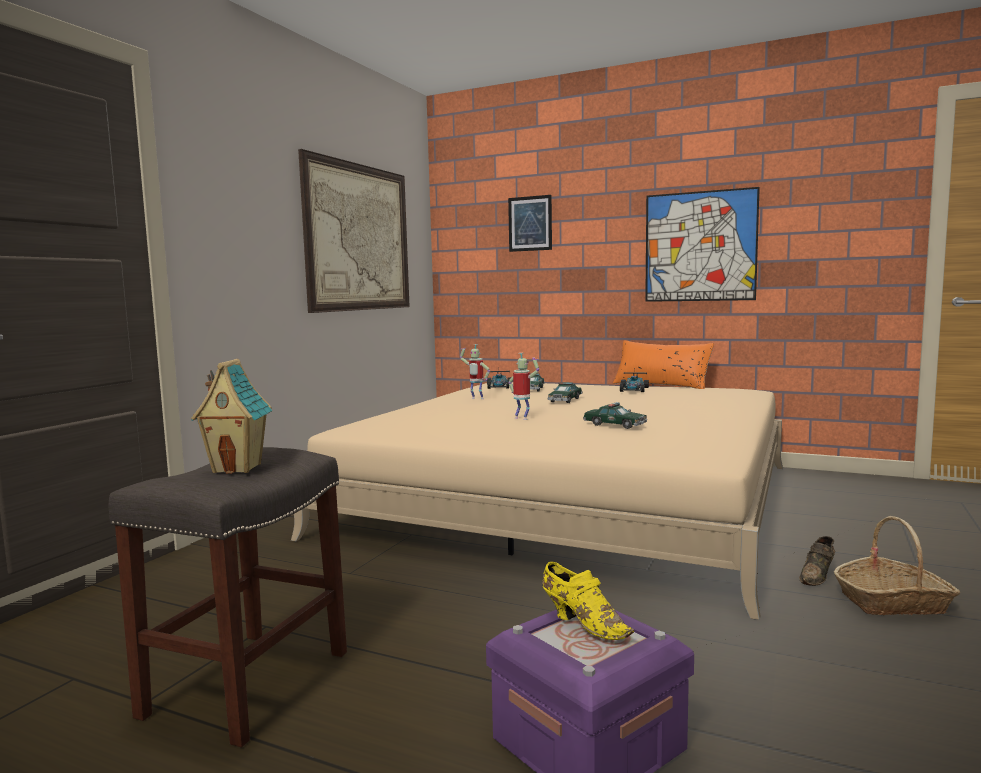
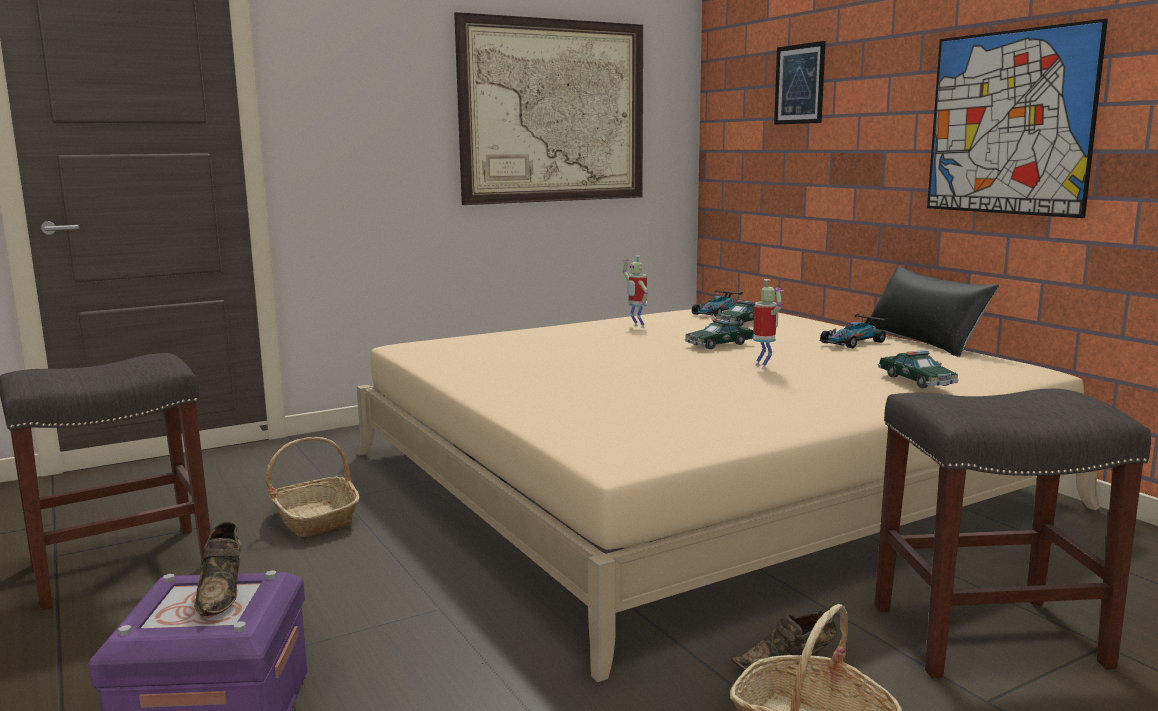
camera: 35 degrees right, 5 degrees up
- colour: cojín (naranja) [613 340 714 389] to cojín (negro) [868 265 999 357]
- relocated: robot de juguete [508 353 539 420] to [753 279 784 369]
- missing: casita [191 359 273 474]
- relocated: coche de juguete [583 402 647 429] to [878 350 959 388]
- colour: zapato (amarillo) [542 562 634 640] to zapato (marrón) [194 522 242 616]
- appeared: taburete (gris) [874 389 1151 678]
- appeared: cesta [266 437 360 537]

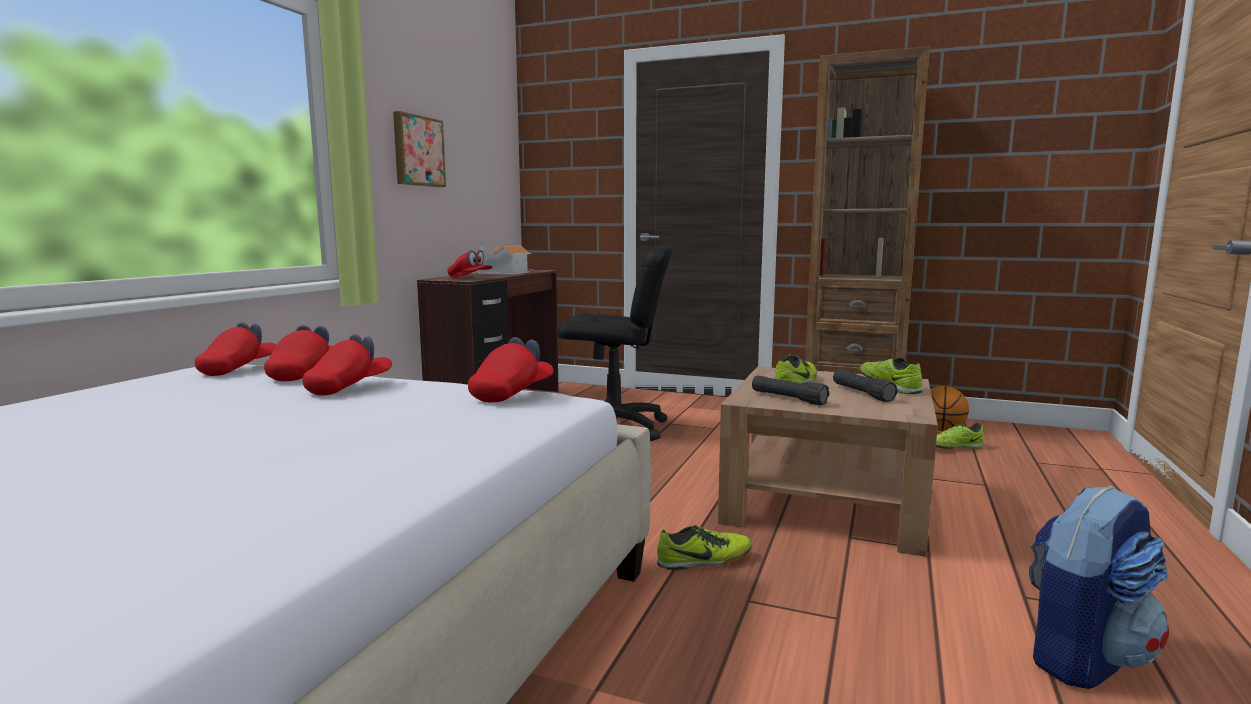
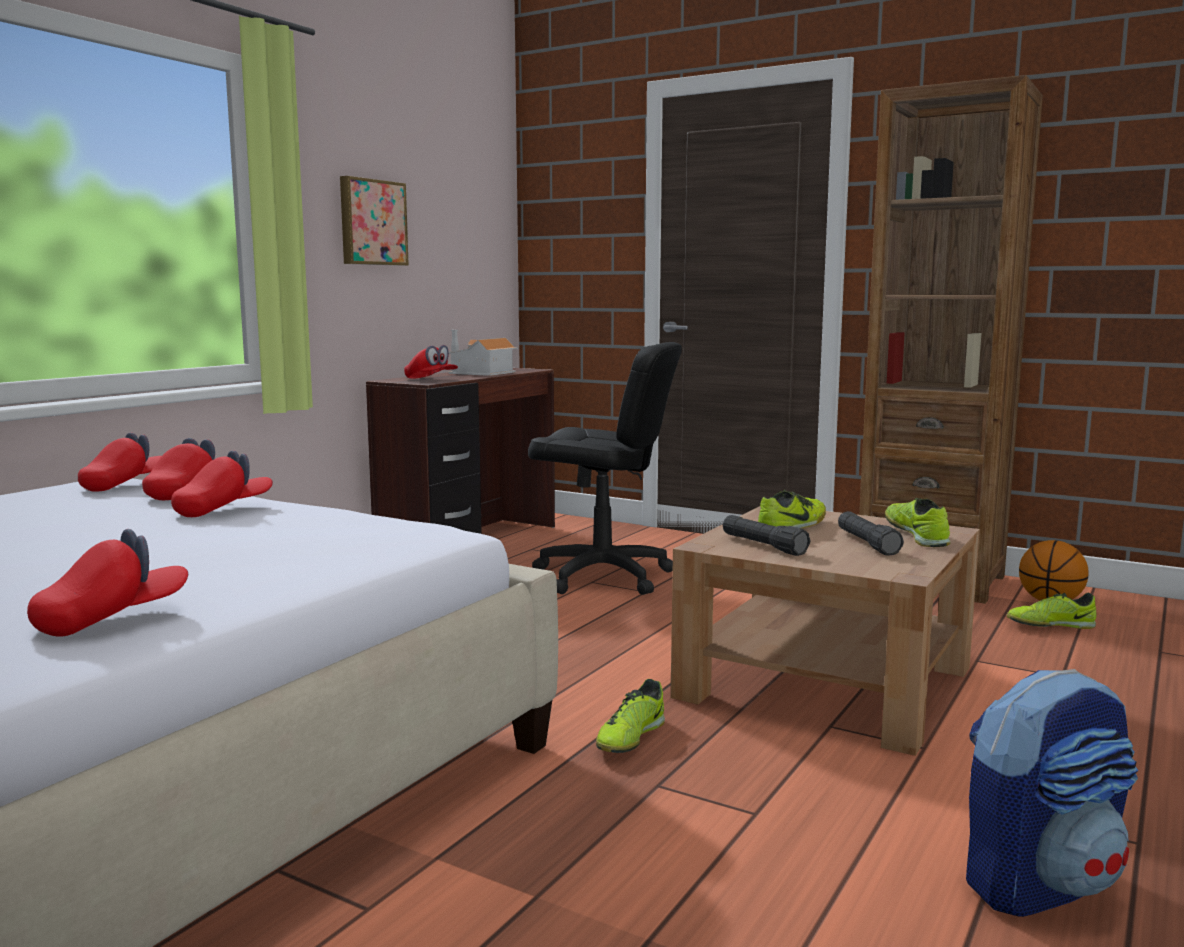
camera: 10 degrees right, 0 degrees up
- relocated: gorra (rojo) [468 337 554 402] to [27 529 188 637]
- spun: zapato [657 525 752 570] = [596 679 665 753] 120 degrees clockwise

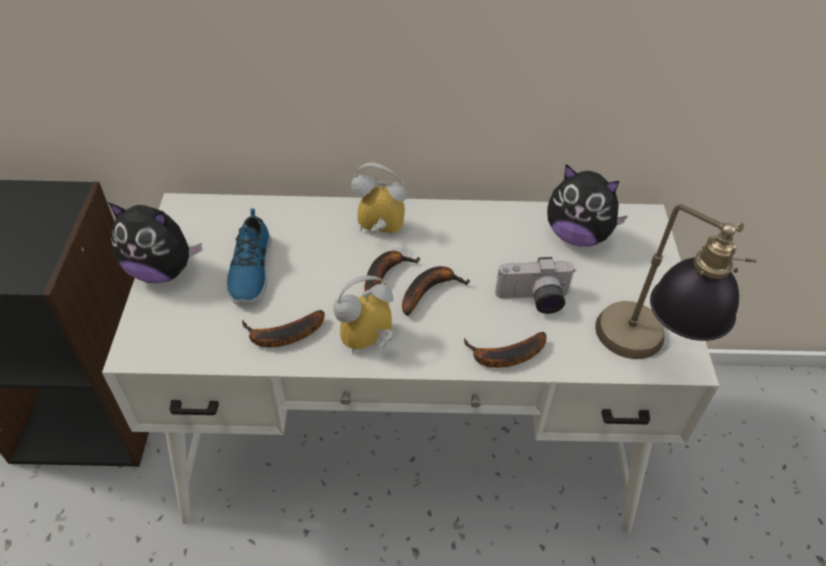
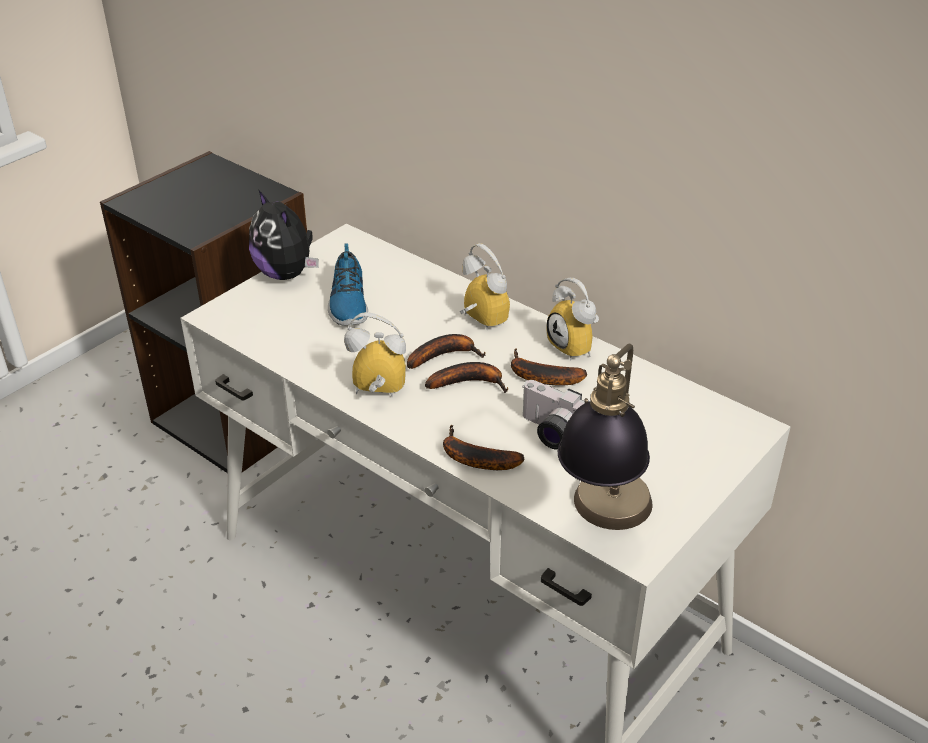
camera: 40 degrees right, 10 degrees down
- missing: peluche [547 164 627 247]
- spun: zapato [227 208 272 305] = [328 243 368 325] 45 degrees counterclockwise
- relocated: plátano [242 310 325 347] to [511 348 587 386]
- appeared: despertador [546 278 599 360]

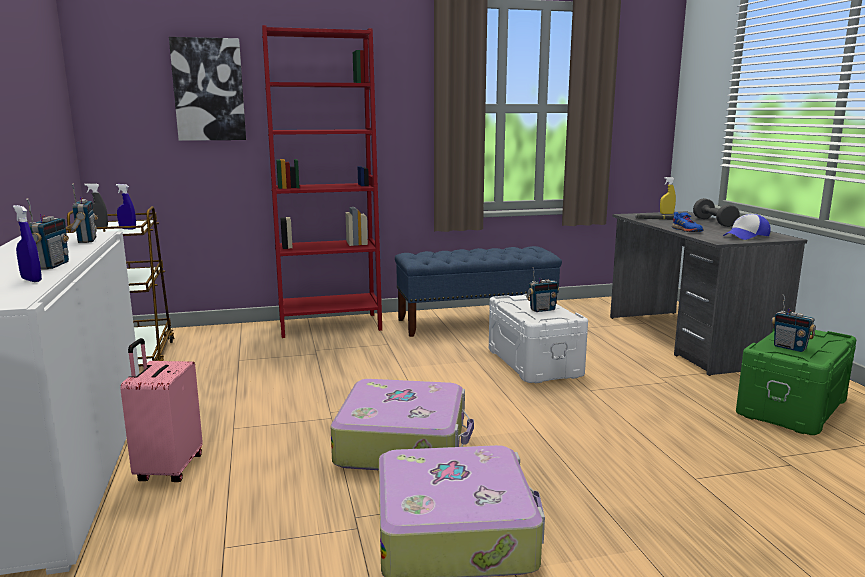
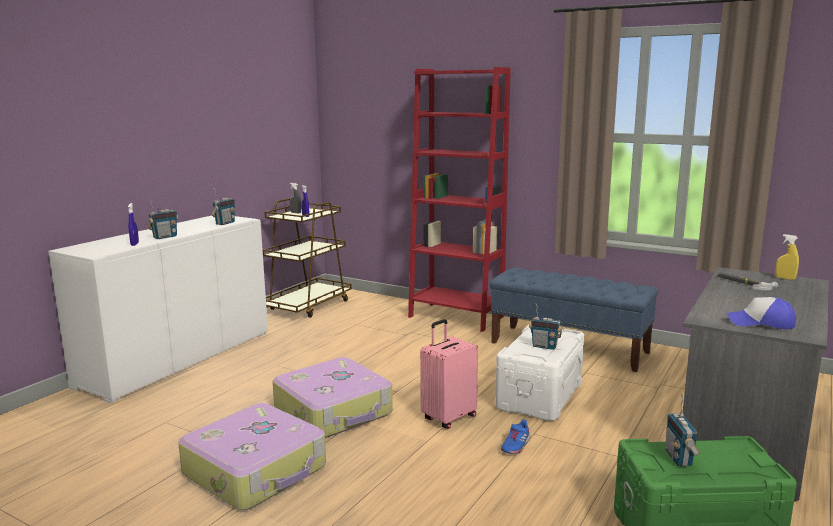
camera: 45 degrees right, 0 degrees up
- missing: cuadro [169 37 246 141]
- missing: mancuerna (gris) [693 198 740 227]
- relocated: zapato (azul) [672 212 704 232] to [501 420 530 454]
- relocated: maleta (rosa) [120 338 203 482] to [420 319 478 429]

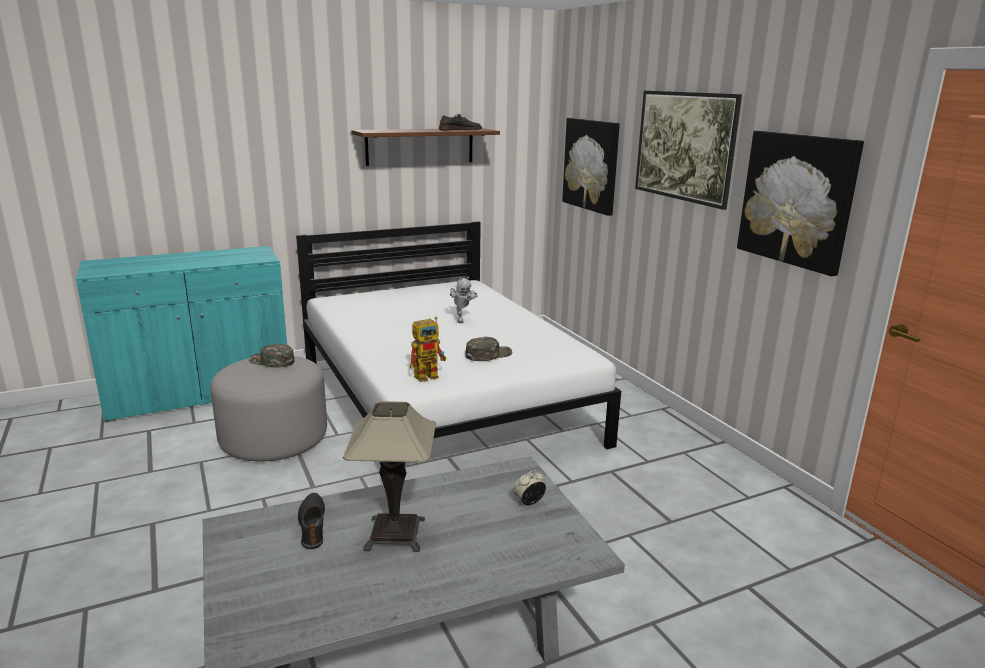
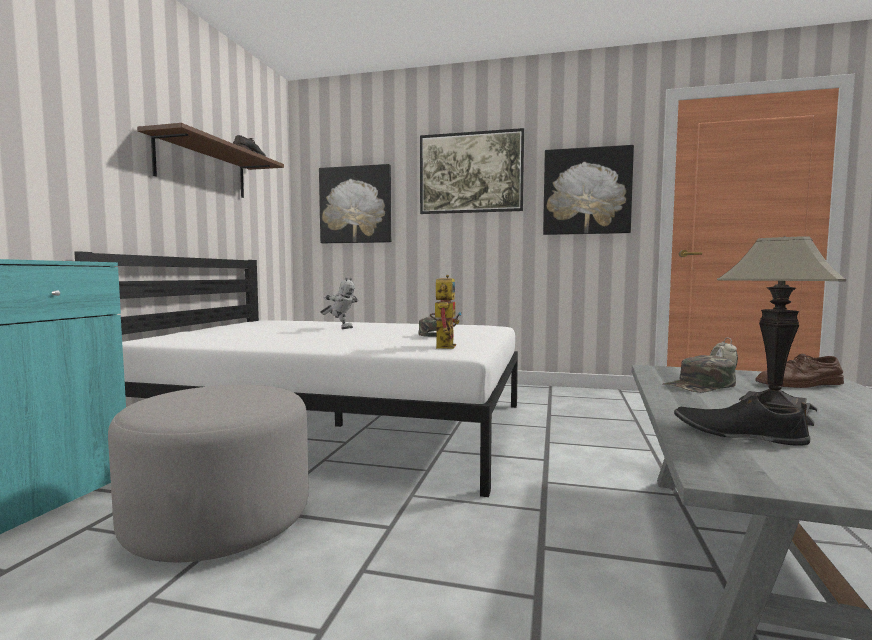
camera: 50 degrees left, 15 degrees down
- relocated: gorra (verde) [249 344 295 368] to [662 355 736 393]
- appeared: zapato (marrón) [755 354 844 388]

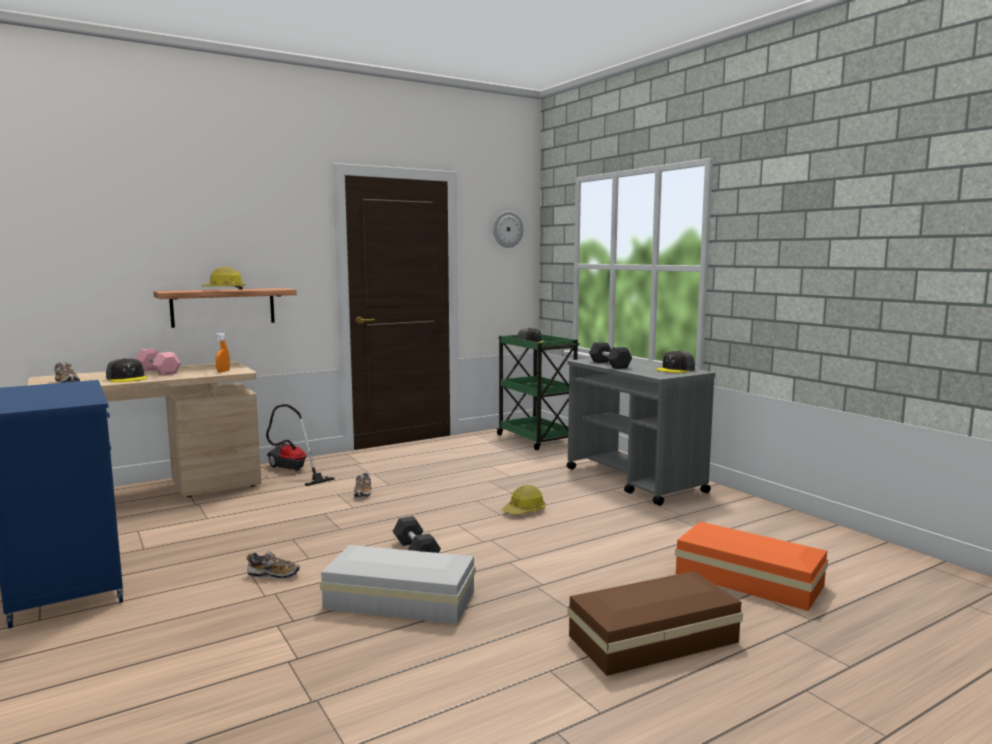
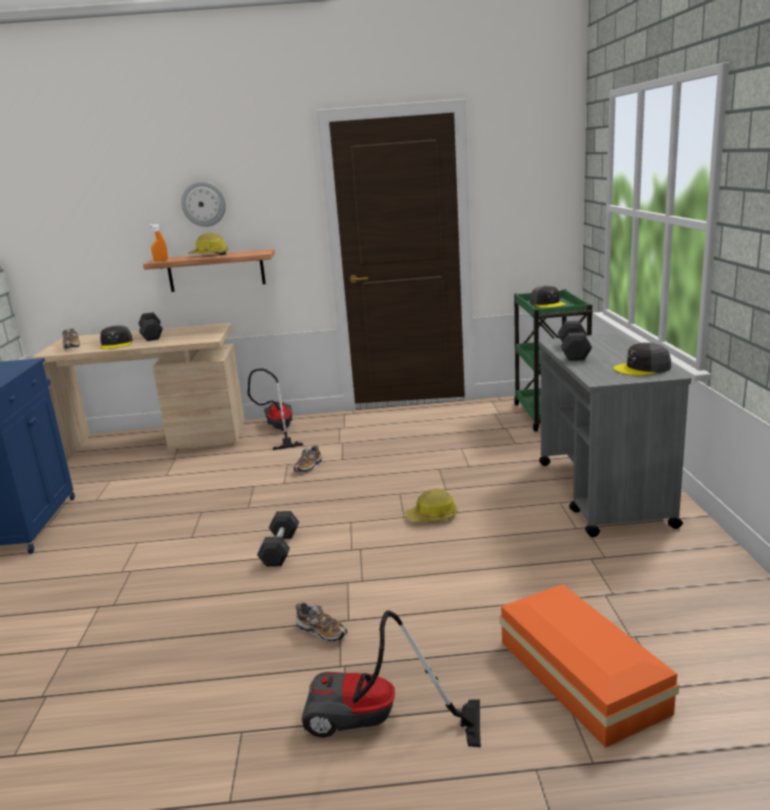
camera: 30 degrees right, 10 degrees up
- relocated: reloj de pared [493 211 523 248] to [181 181 226 227]
- relocated: pulverizador (naranja) [216 332 230 372] to [149 224 168 262]
- colour: mancuerna (rosa) [136 348 181 375] to mancuerna (gris) [138 312 163 341]
- missing: caja de almacenaje (blanco) [320 545 476 624]
- relocated: zapato [246 551 300 579] to [295 602 347 643]
- exchanged: caja de almacenaje (marrón) [567 571 743 676] to aspiradora [302 610 481 748]

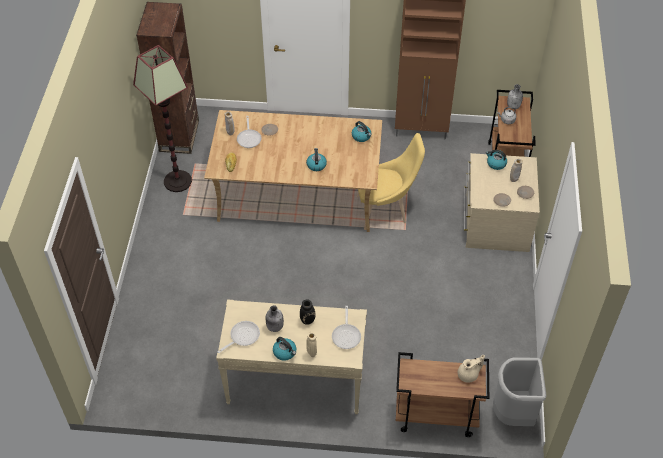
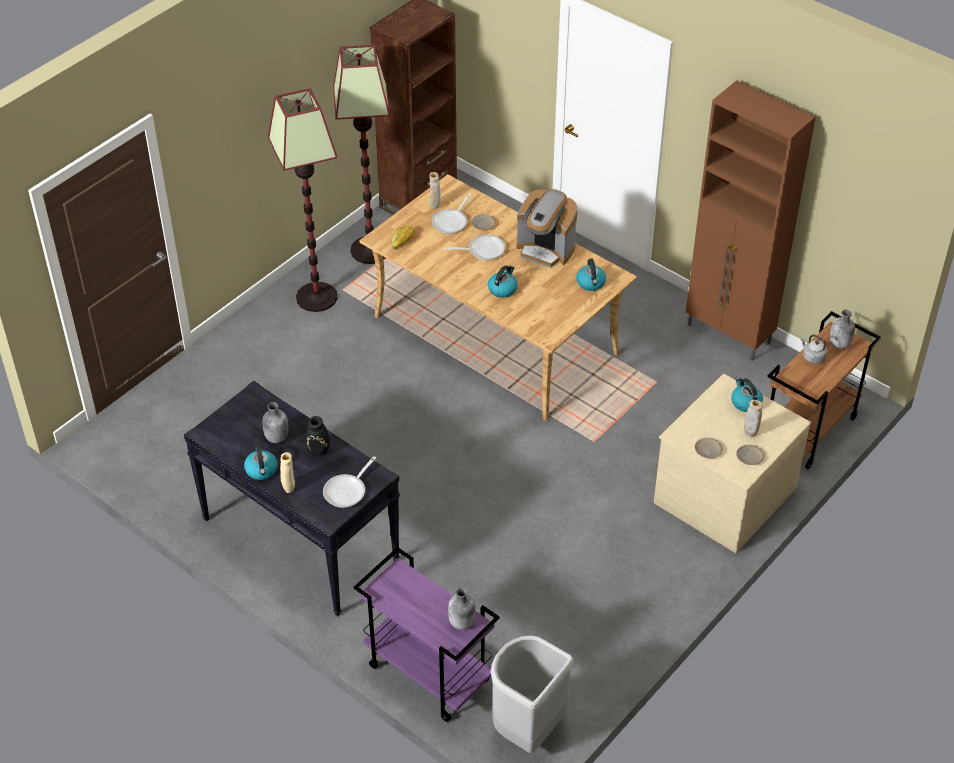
camera: 35 degrees right, 5 degrees down
- missing: silla (amarillo) [357 133 425 230]
- colour: mesa consola (beis) [216 299 367 414] to mesa consola (negro) [184 381 400 616]
- relocated: sartén [217 321 260 353] to [444 235 505 260]
- colour: carrito (marrón) [396 352 489 437] to carrito (morado) [353 547 500 722]
- exchanged: tetera (beis) [458 355 485 383] to botella (gris) [448 588 476 630]
- appeared: lámpara de pie [268 88 338 312]
- appeared: cafetera [516 189 578 268]

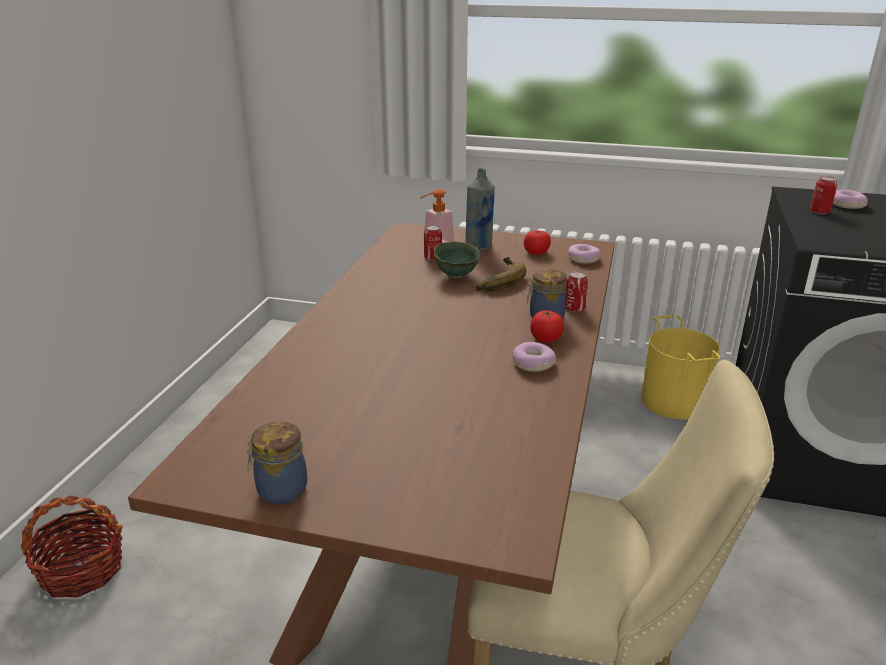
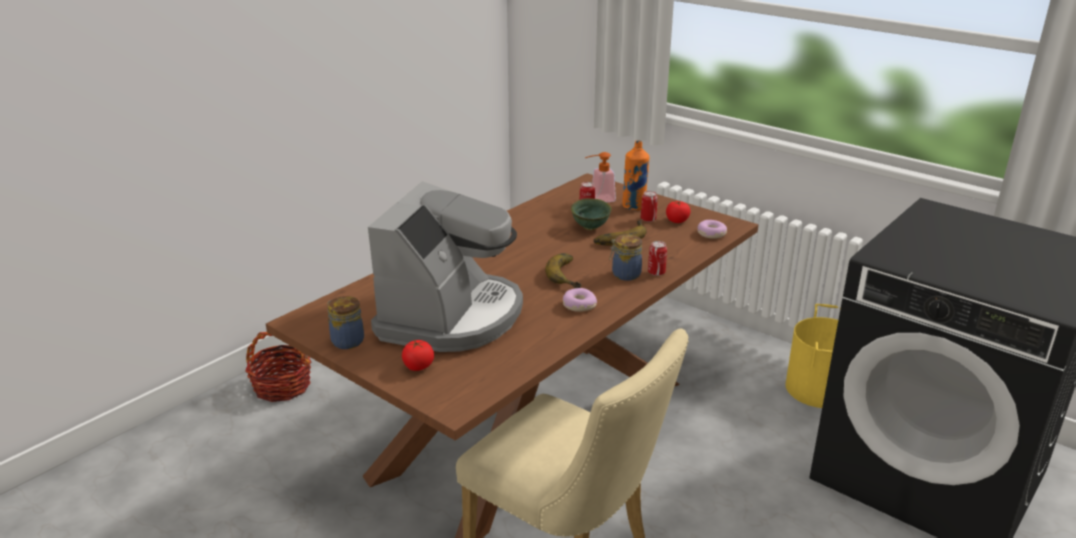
camera: 25 degrees right, 0 degrees up
- colour: botella (gris) [466 168 495 250] to botella (naranja) [622 140 649 210]
- relocated: lata [810 176 837 215] to [641 191 658 222]
- missing: rosquilla [833 190 868 209]
- relocated: tomate [530 310 564 343] to [402 340 434 371]
- appeared: cafetera [368 181 523 352]
- appeared: plátano [545 253 581 288]

